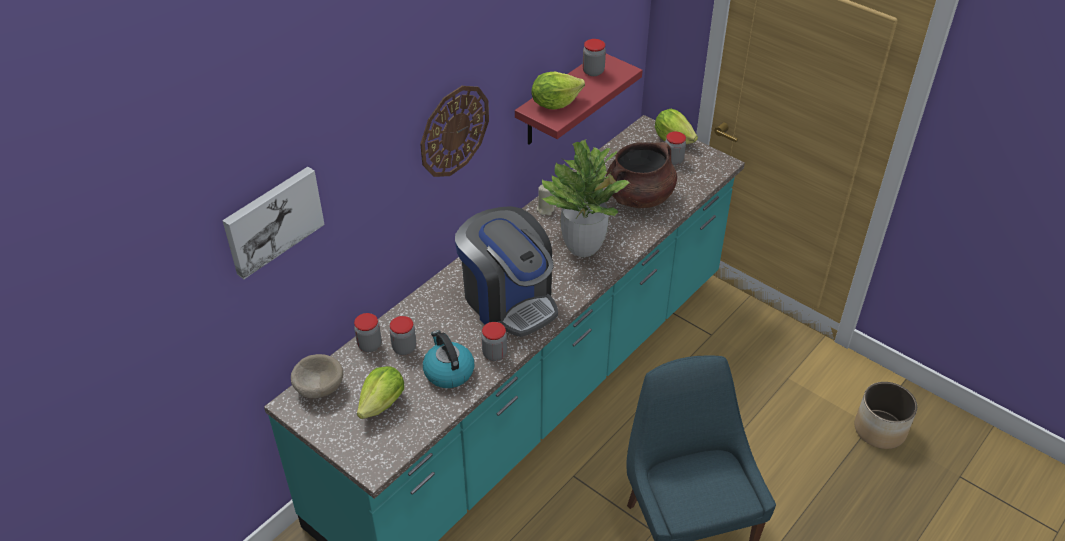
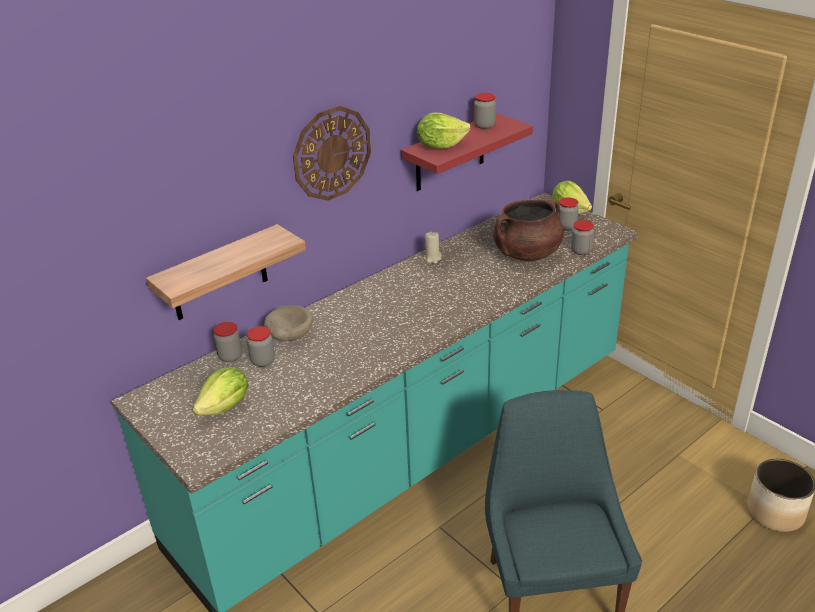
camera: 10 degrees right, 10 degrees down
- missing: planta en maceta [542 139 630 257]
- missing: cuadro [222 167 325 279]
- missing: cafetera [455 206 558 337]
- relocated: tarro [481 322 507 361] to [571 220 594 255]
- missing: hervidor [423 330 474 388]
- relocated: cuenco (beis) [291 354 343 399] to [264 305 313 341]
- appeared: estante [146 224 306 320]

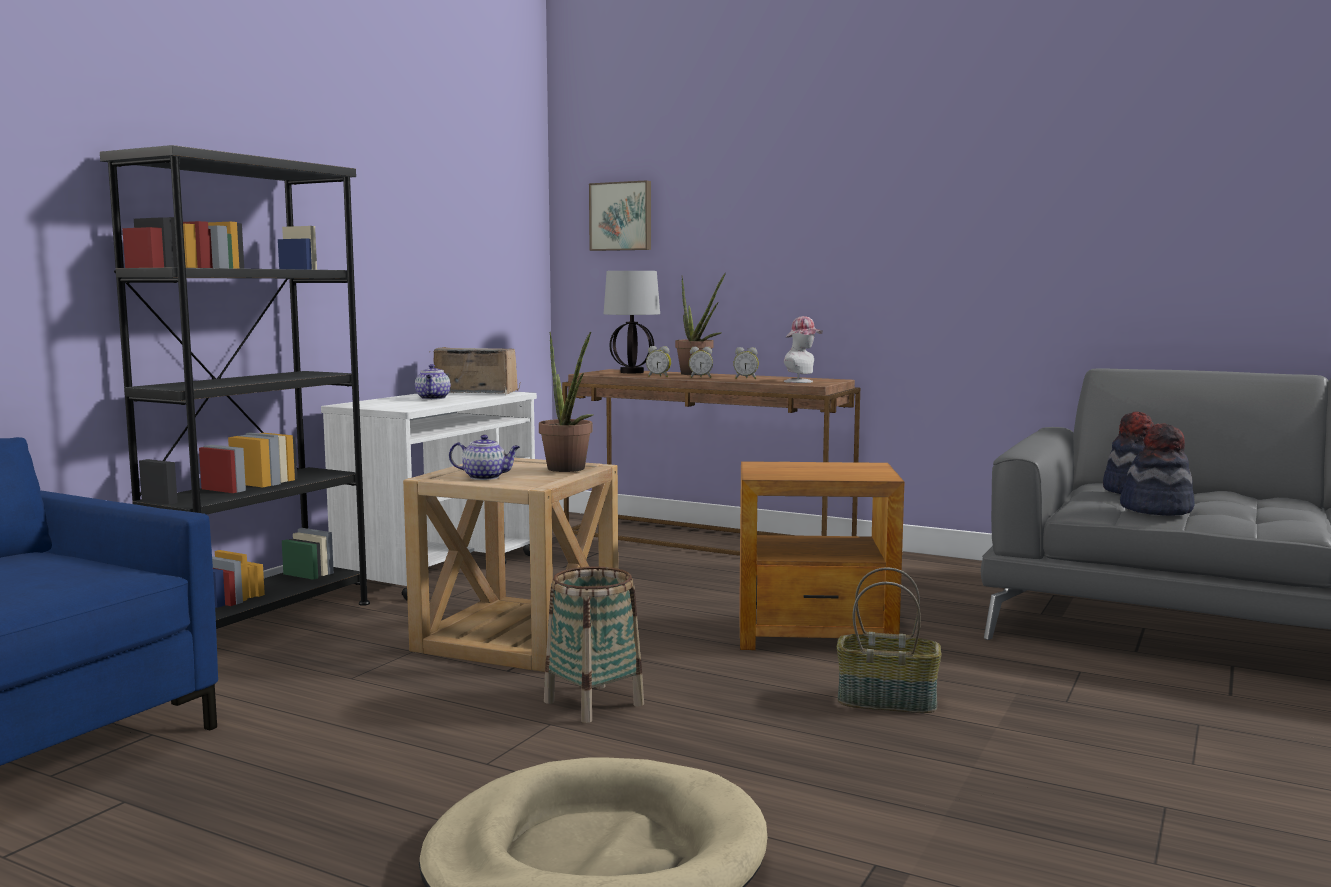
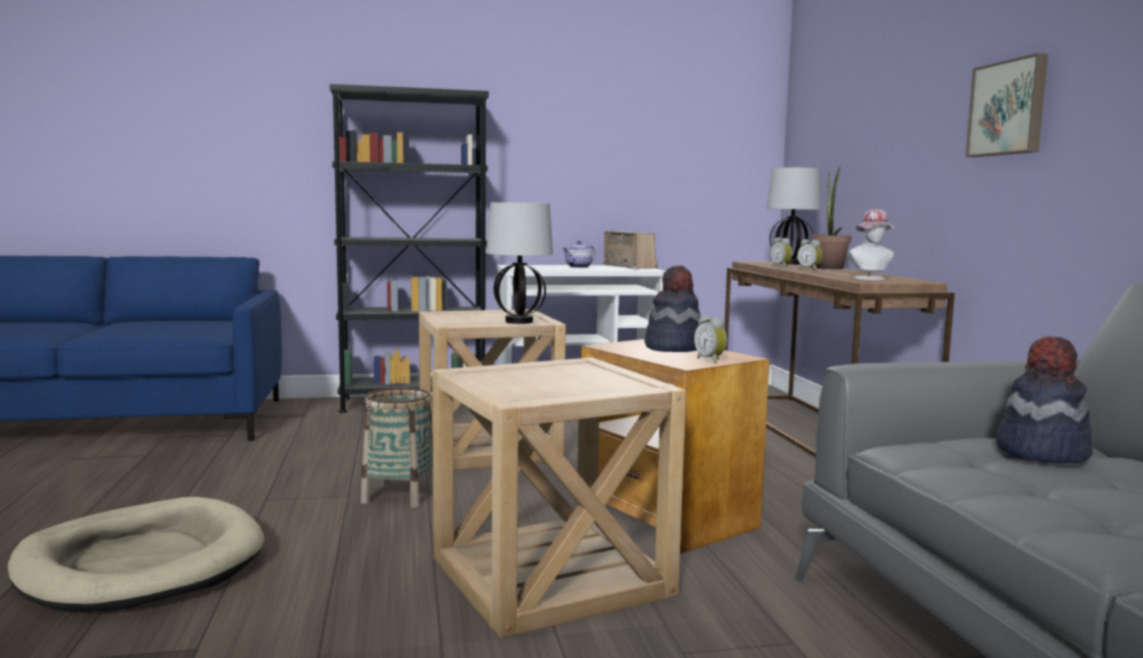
camera: 50 degrees right, 0 degrees up
- relocated: cuadro [589 180 651 251] to [966 53 1048 157]
- exchanged: planta en maceta [539 332 593 472] to lámpara de mesa [486 202 553 324]
- relocated: despertador [733 347 759 379] to [694 315 727 363]
- relocated: sombrero [1120 423 1195 516] to [645 265 701 352]
- missing: tetera [449 435 520 480]
- exchanged: cesta [837 567 942 713] to mesa auxiliar (beis) [432 358 686 638]

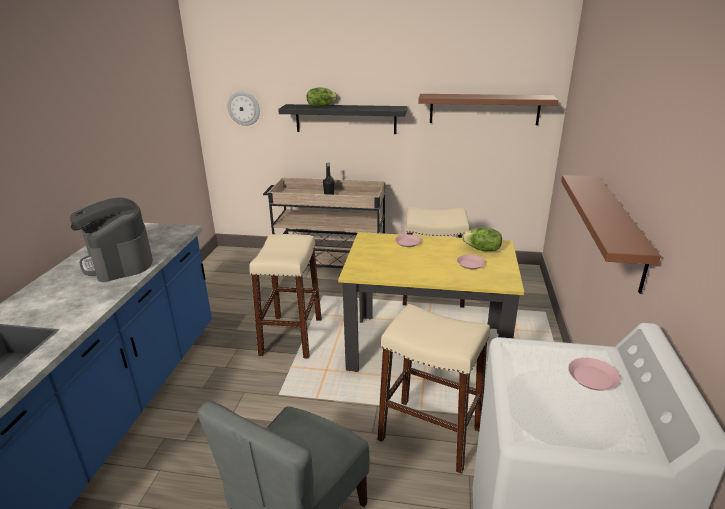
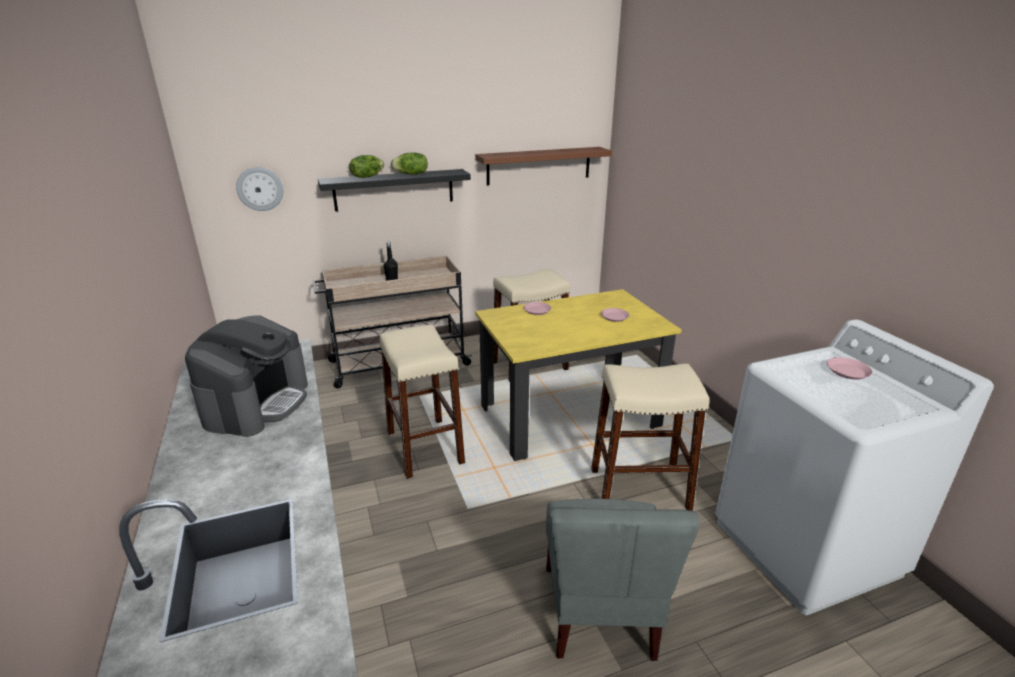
camera: 30 degrees left, 0 degrees up
- missing: estante (marrón) [561 175 661 294]
- spun: cafetera [70 197 153 282] = [185 315 308 437] 105 degrees counterclockwise
- relocated: lechuga [462 228 502 251] to [391 152 428 175]

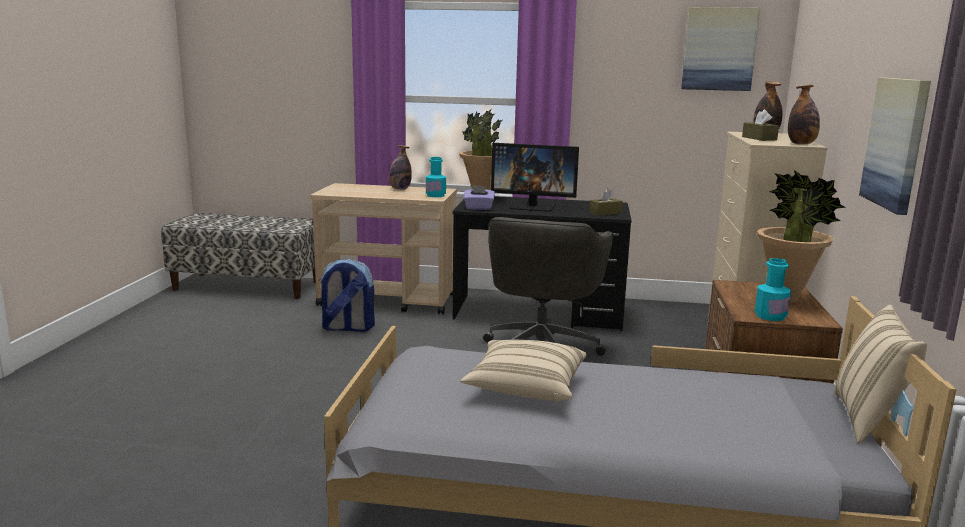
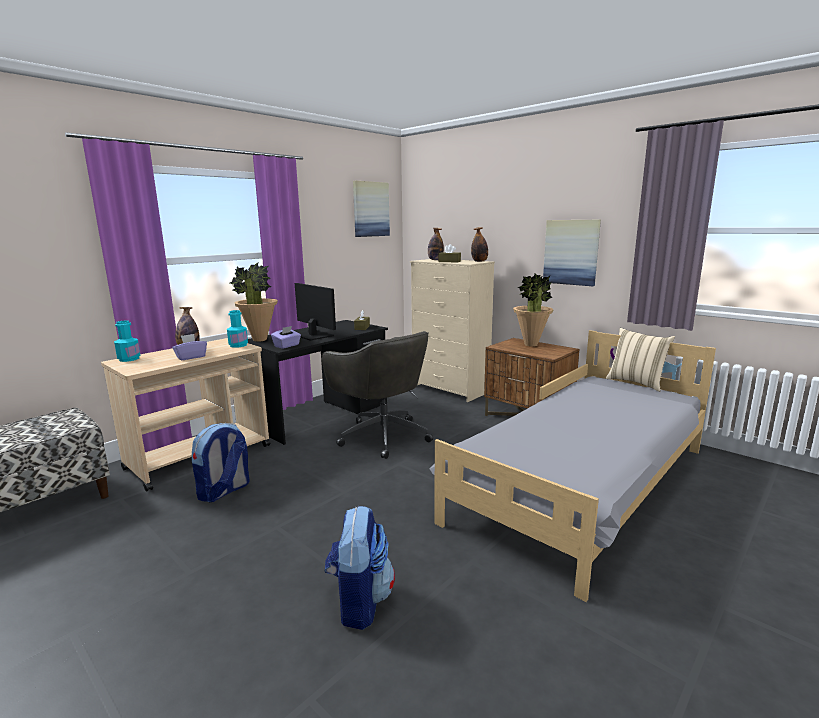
camera: 55 degrees left, 0 degrees up
- spun: monitor [491 143 579 212] = [295 283 336 341] 90 degrees counterclockwise
- relocated: botella (turquesa) [755 258 791 321] to [114 321 141 362]
- missing: cojín (beis) [460 340 586 402]
- appeared: caja de pañuelos (morado) [172 334 207 360]
- appeared: mochila [325 506 395 630]

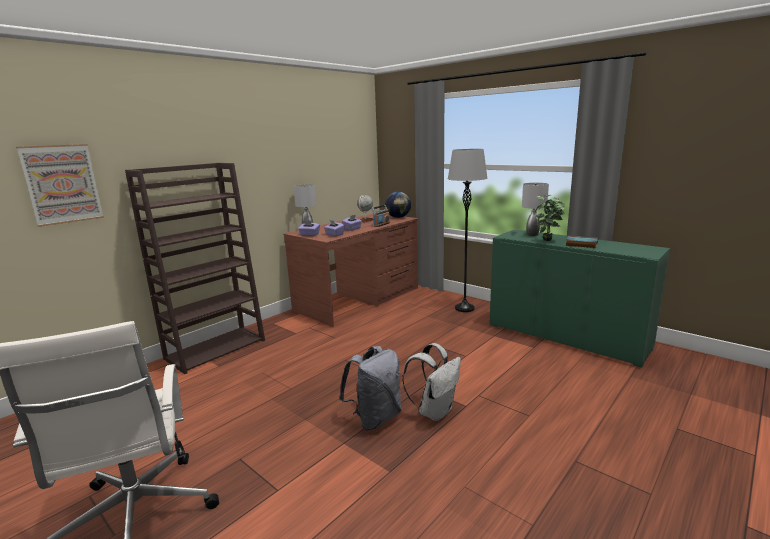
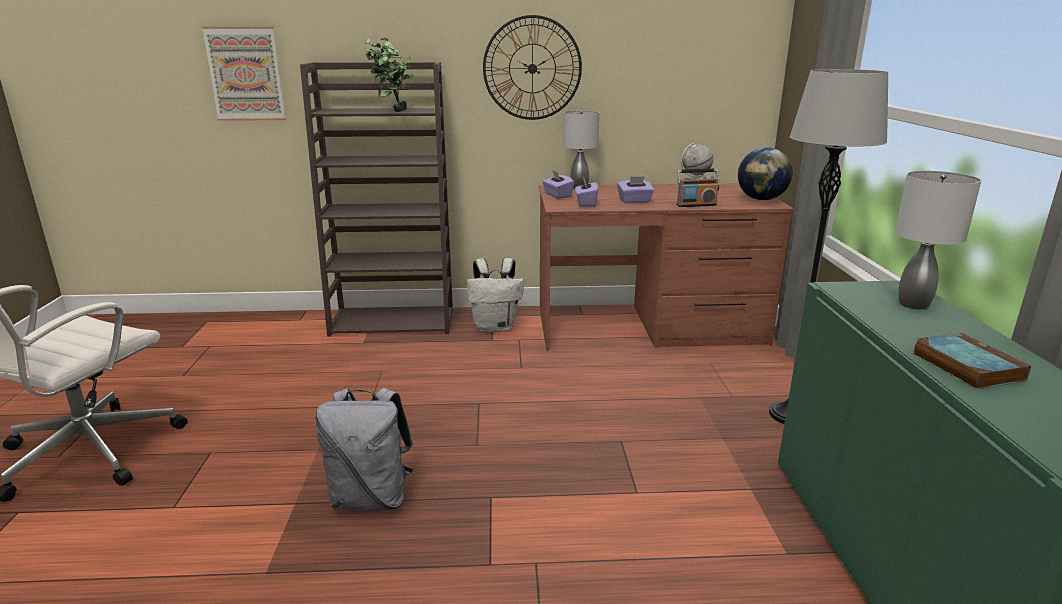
camera: 45 degrees right, 5 degrees up
- relocated: planta en maceta [535 195 565 241] to [365 38 414 112]
- relocated: mochila (blanco) [402 343 461 421] to [467 258 524 332]
- appeared: reloj de pared [483 15 582 120]

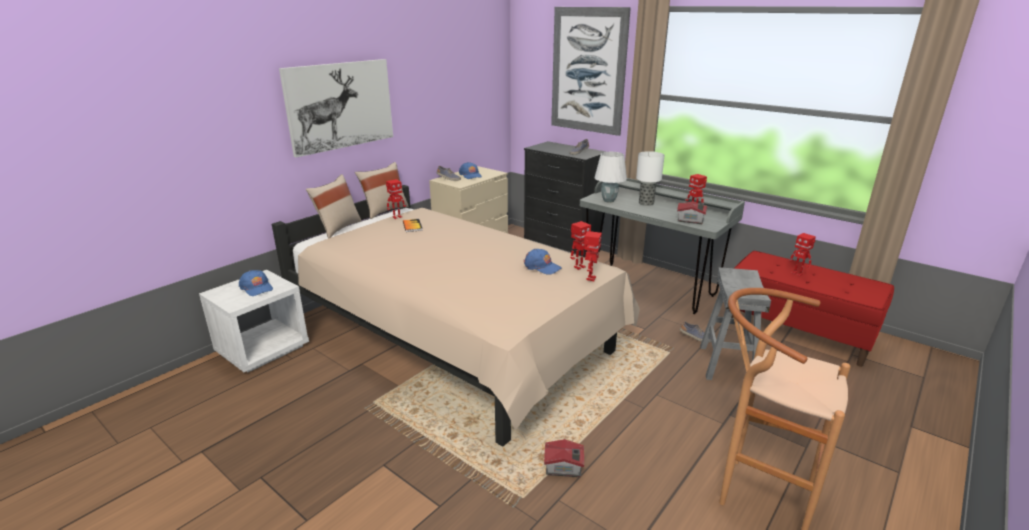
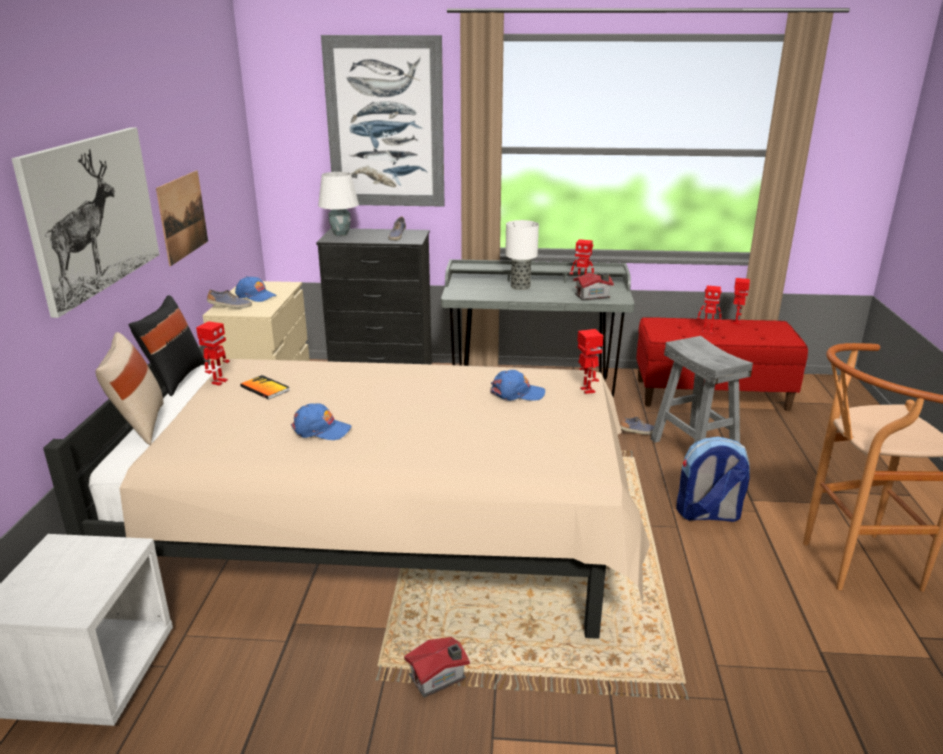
camera: 35 degrees left, 0 degrees up
- relocated: lámpara de mesa (blanco) [594 152 627 203] to [318 172 359 236]
- colour: cojín (beis) [355 162 409 219] to cojín (negro) [129 295 205 396]
- relocated: robot de juguete [570 221 591 270] to [733 278 750 325]
- relocated: gorra (azul) [239 270 273 296] to [291 403 351 440]
- relocated: casita [544 439 584 477] to [404 637 470 698]
- appeared: cuadro [156 170 208 266]
- appeared: mochila [677 436 750 522]

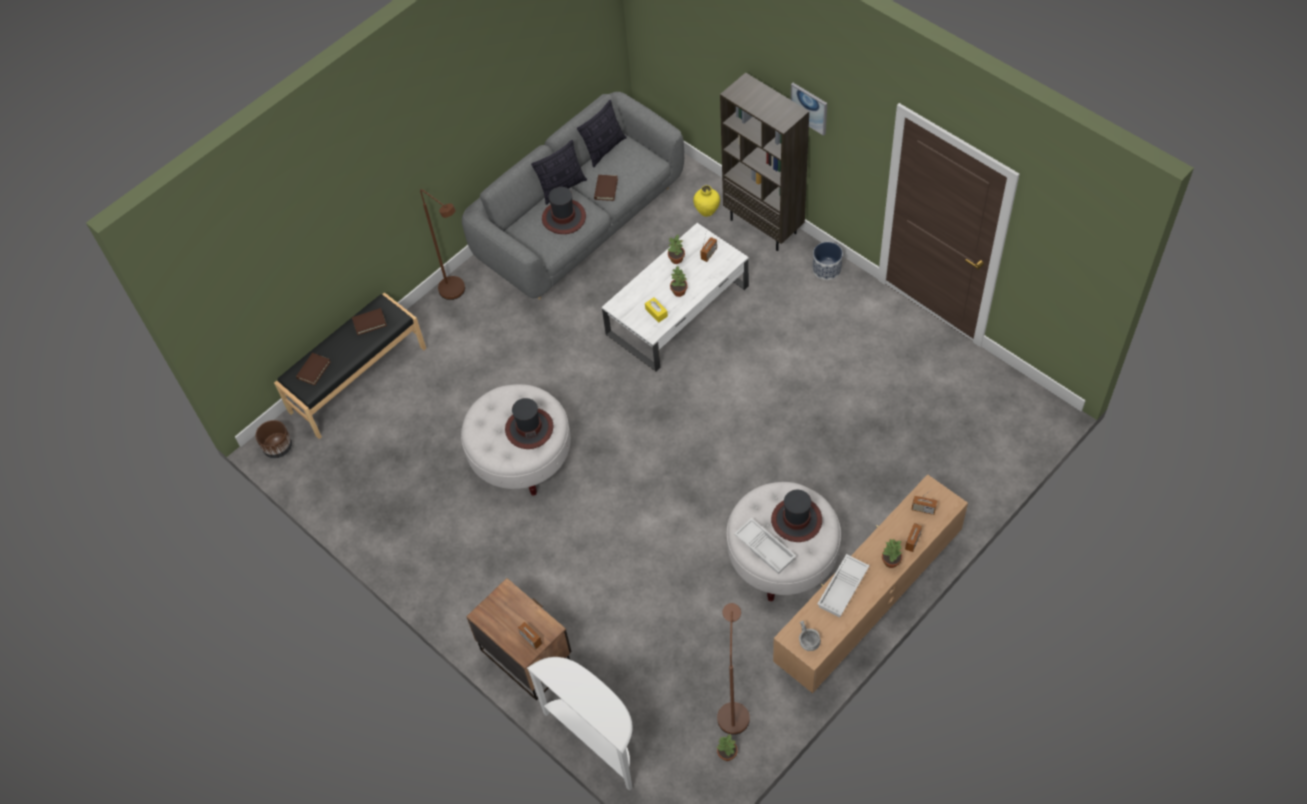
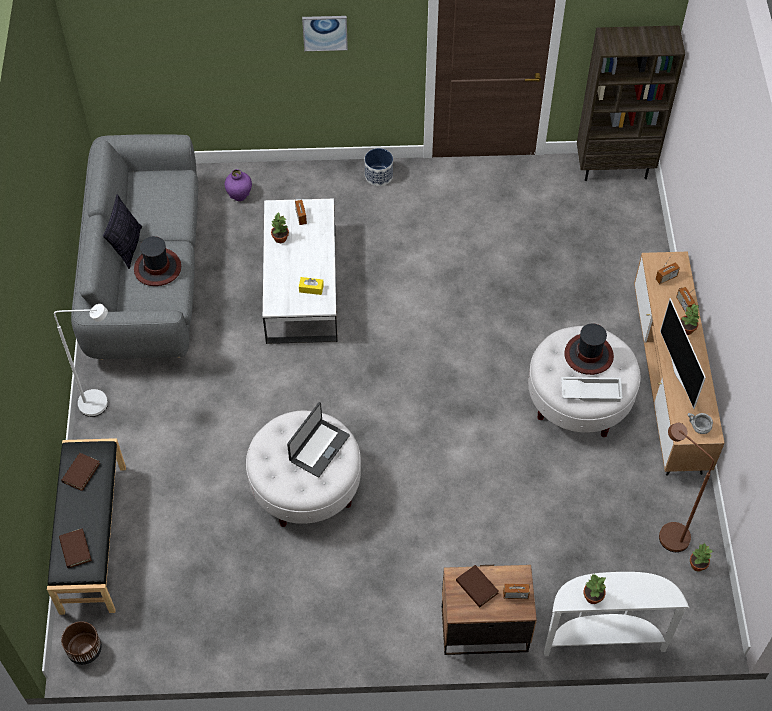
camera: 50 degrees left, 0 degrees up
- relocated: estantería (marrón) [720 73 809 251] to [577 25 685 181]
- missing: cojín [577 100 626 167]
- relocated: libro (marrón) [594 175 618 201] to [456 565 499 607]
- colour: florero (amarillo) [693 185 720 217] to florero (morado) [225 169 252 201]
- colour: lámpara de pie (marrón) [420 189 465 300] to lámpara de pie (blanco) [54 304 108 417]
- relocated: planta en maceta [670 266 688 297] to [583 574 606 604]
- exchanged: sombrero [505 398 553 449] to portátil [287 402 350 478]
- exchanged: bandeja (blanco) [817 554 870 618] to televisor [660 298 706 409]

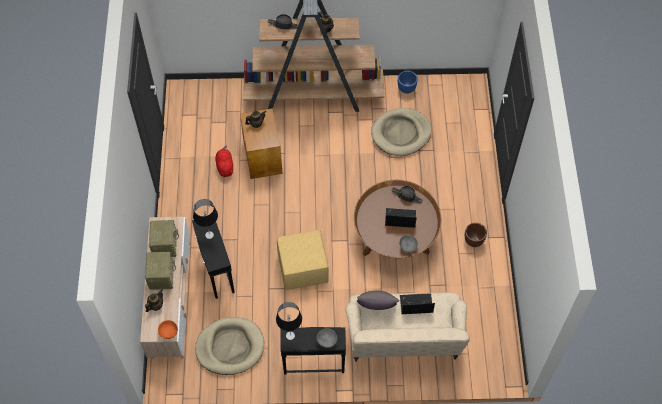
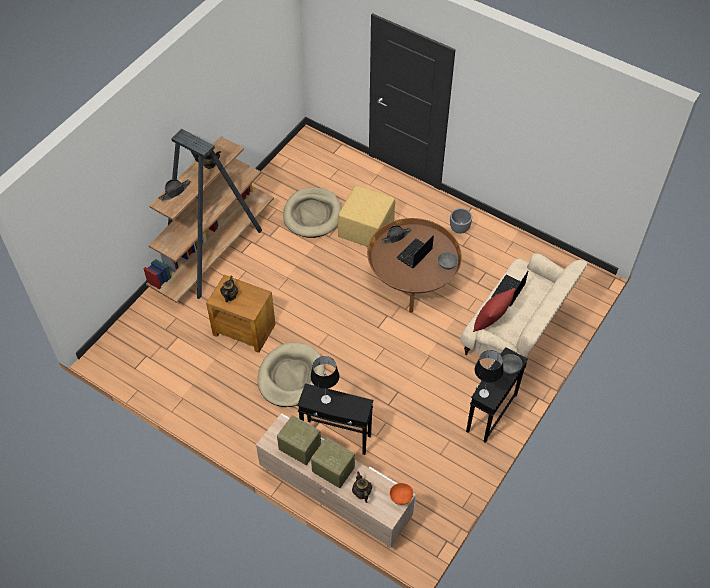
camera: 55 degrees left, 5 degrees down
- missing: maceta (azul) [398 71 418 93]
- missing: peluche (rojo) [215 145 233 177]
- colour: maceta (marrón) [465 223 487 247] to maceta (gris) [450 208 472 234]
- relocated: puf (amarillo) [277 230 329 290] to [338 185 395 247]
- colour: cojín (gris) [356 291 400 310] to cojín (rojo) [473 288 516 332]
- relocated: cama para perro (beis) [195 317 264 375] to [258 342 325 407]

